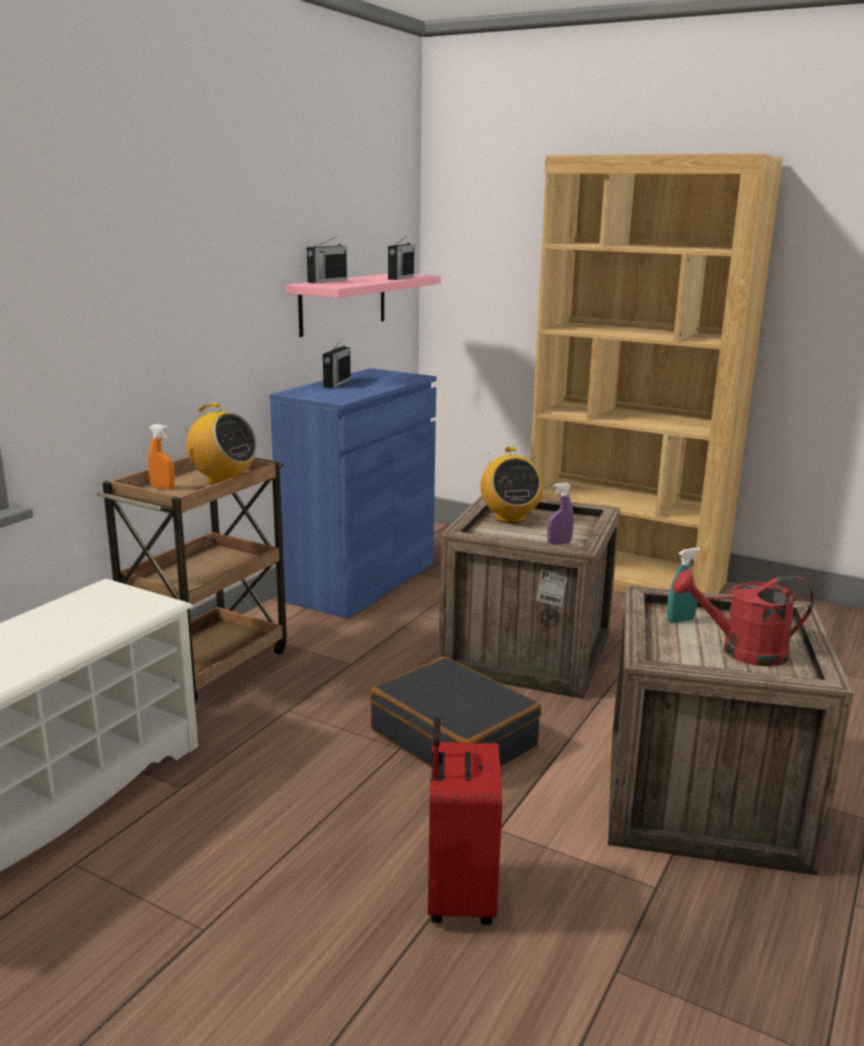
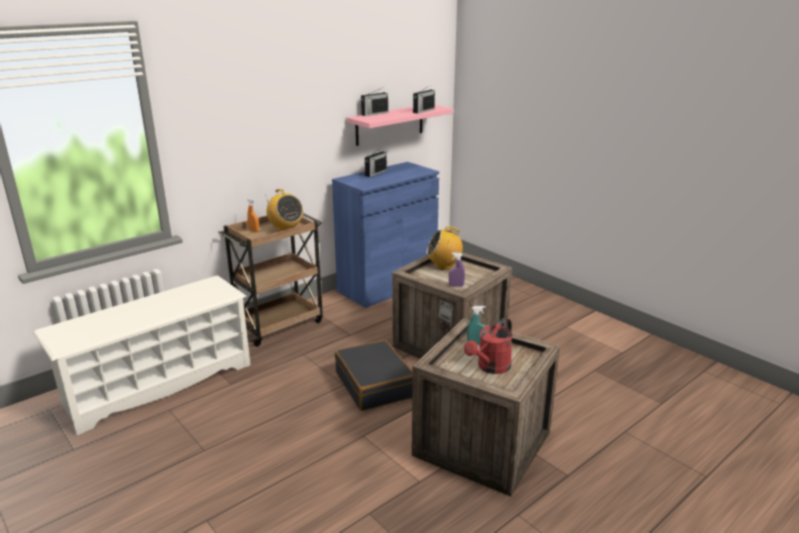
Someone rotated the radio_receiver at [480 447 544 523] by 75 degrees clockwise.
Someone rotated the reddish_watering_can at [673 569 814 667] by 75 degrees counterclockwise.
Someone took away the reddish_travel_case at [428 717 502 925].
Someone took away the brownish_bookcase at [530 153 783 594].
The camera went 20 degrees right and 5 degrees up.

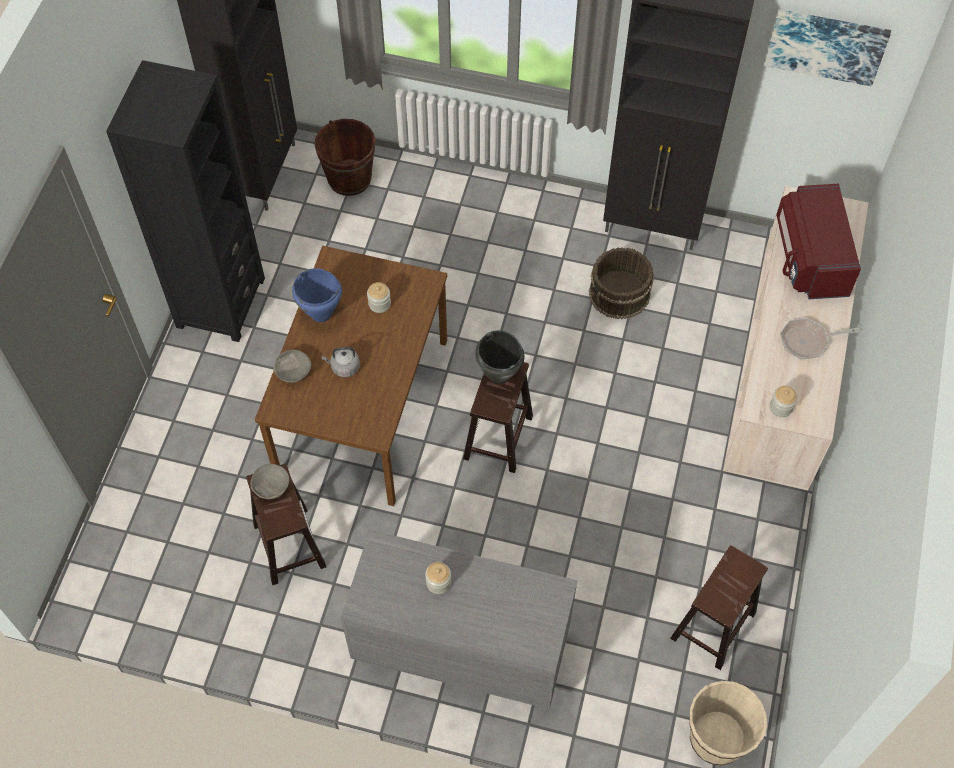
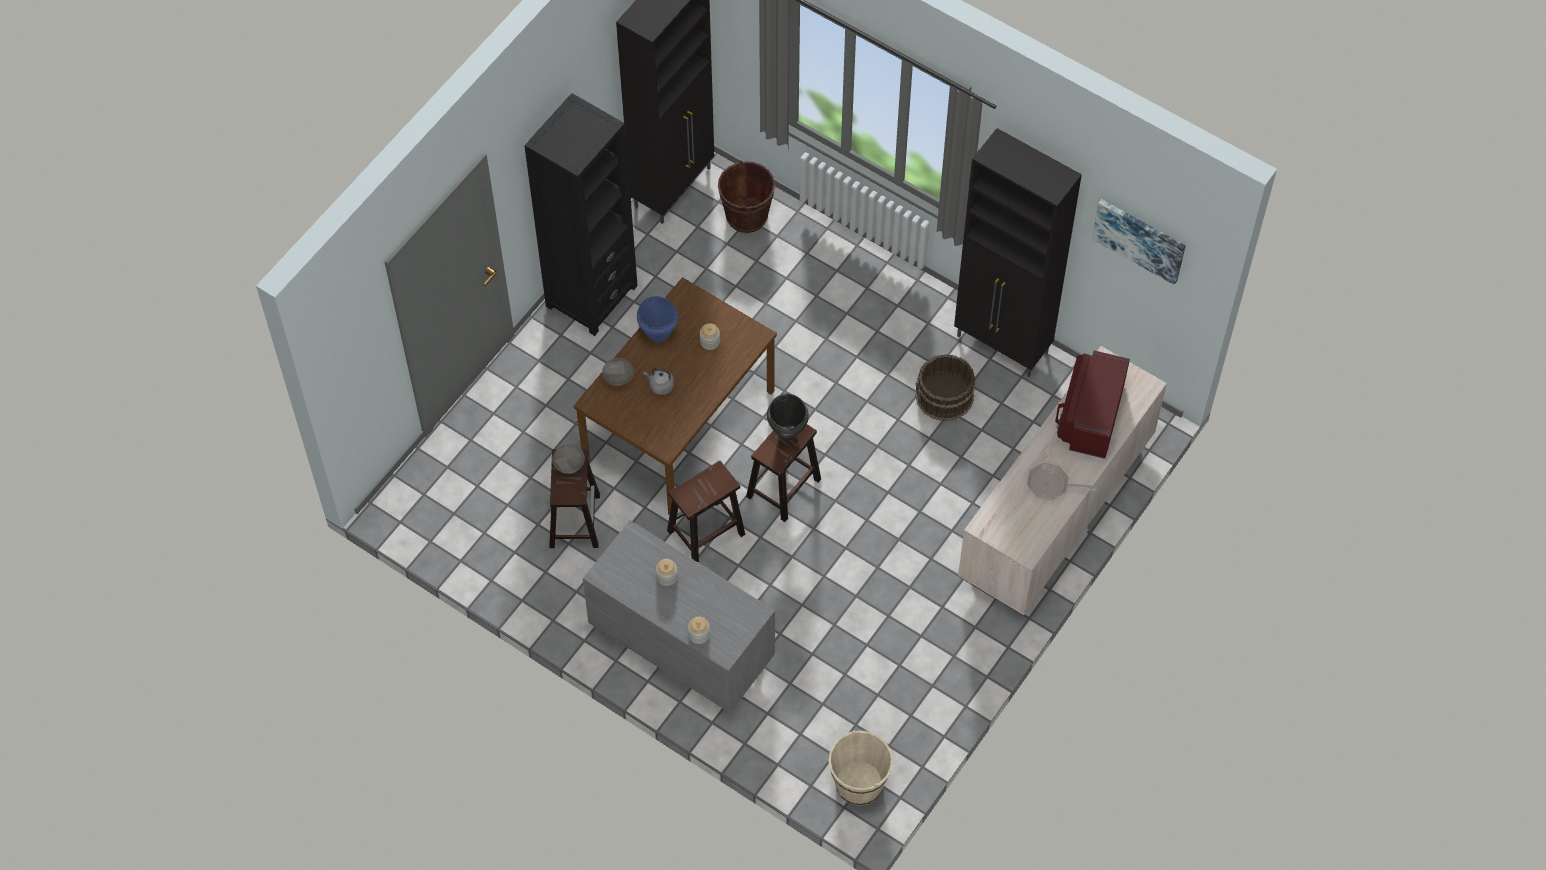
Someone carried the brownish_stool from [670 545 768 670] to [667 461 745 563].
Someone carried the preserve_jar from [770 386 797 417] to [688 617 710 644].
The camera went 20 degrees right and 0 degrees up.

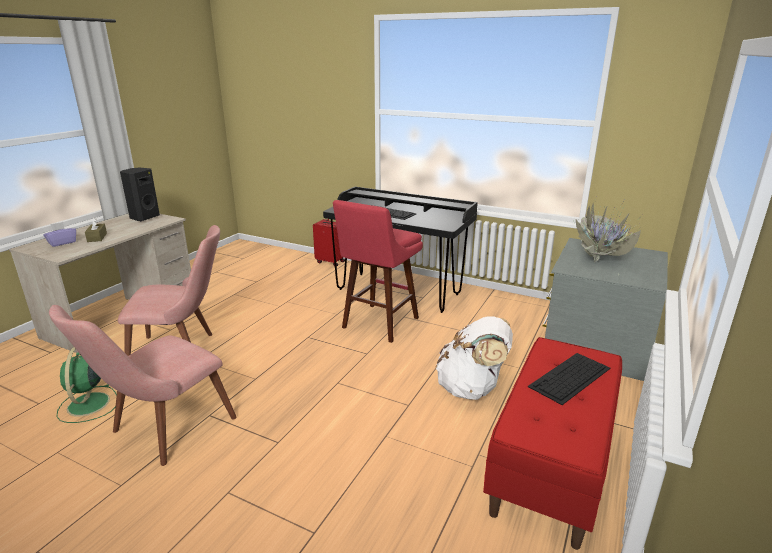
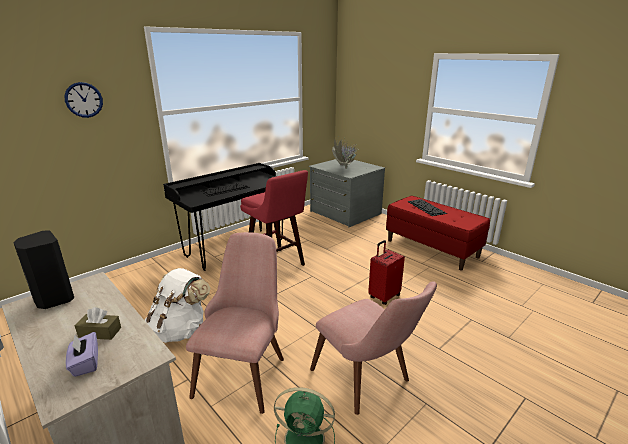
Someone put up the hanging_clock at [64 82 103 118].
Someone carried the white_knapsack from [436 316 513 400] to [145 268 210 343].
Someone carried the reddish_travel_case from [313 219 345 266] to [368 240 405 305].
The camera went 70 degrees left and 0 degrees up.

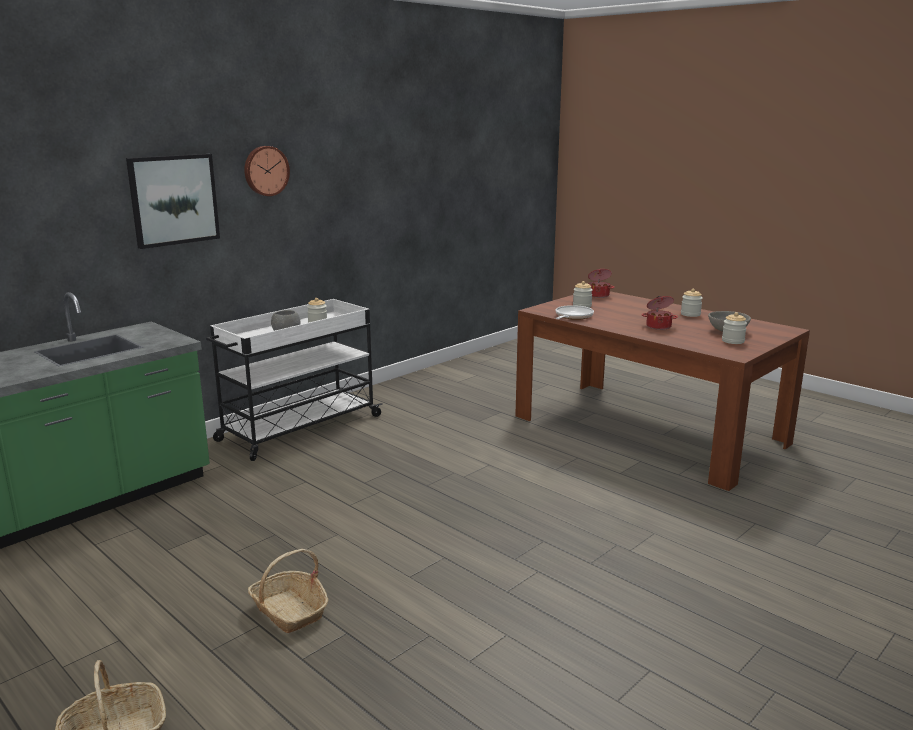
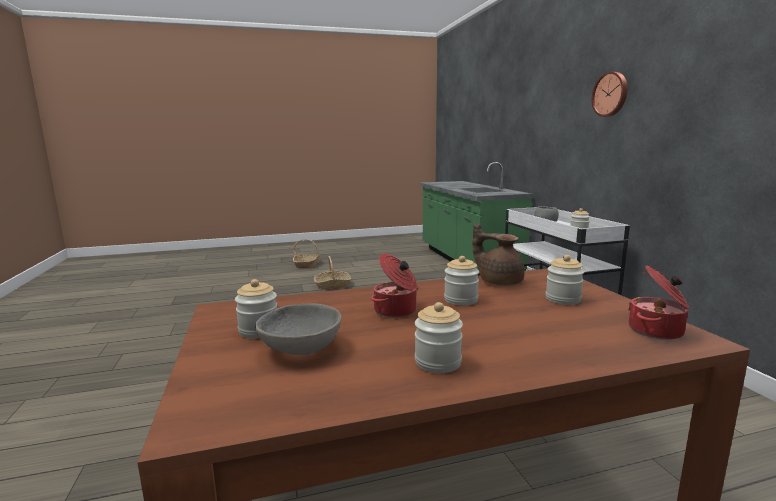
Someone put down the preserve_jar at [444 256 479 306].
Someone swapped the skillet at [555 305 594 320] for the brownish_pot_for_tea at [472 222 525 286].
Someone took away the picture at [126 154 220 249].
The camera went 120 degrees right and 5 degrees down.

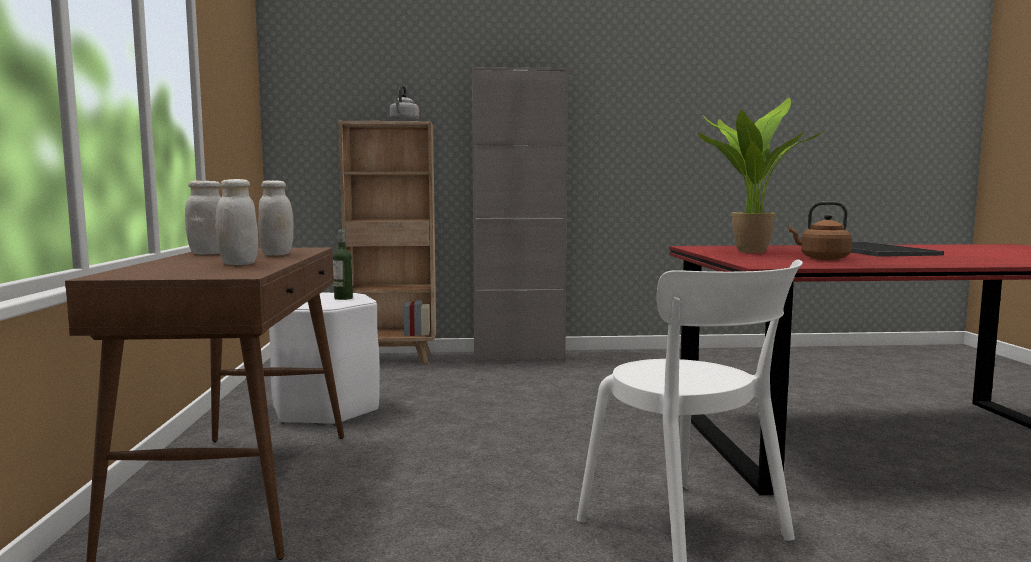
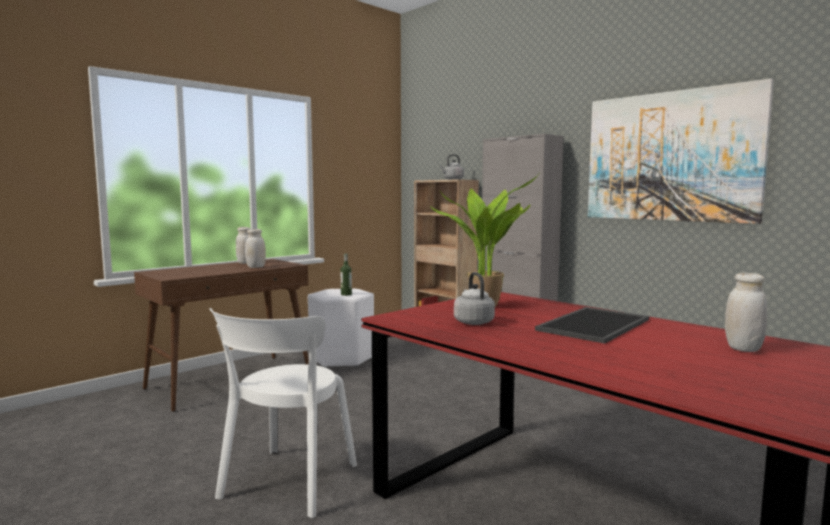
Someone repainted the brownish_tea_kettle at [788 201 852 260], which became the grey_tea_kettle at [454 272 495 325].
Someone put up the picture at [588 78 774 224].
Someone carried the white_preserve_jar from [216 179 258 265] to [725 273 767 352].
The camera went 50 degrees right and 0 degrees up.

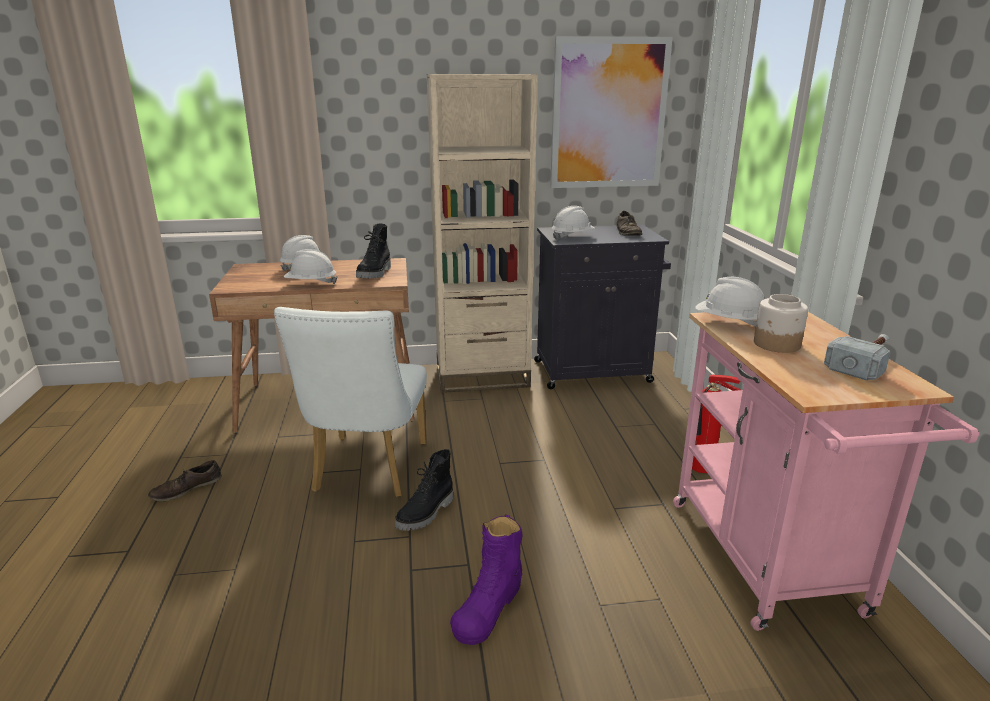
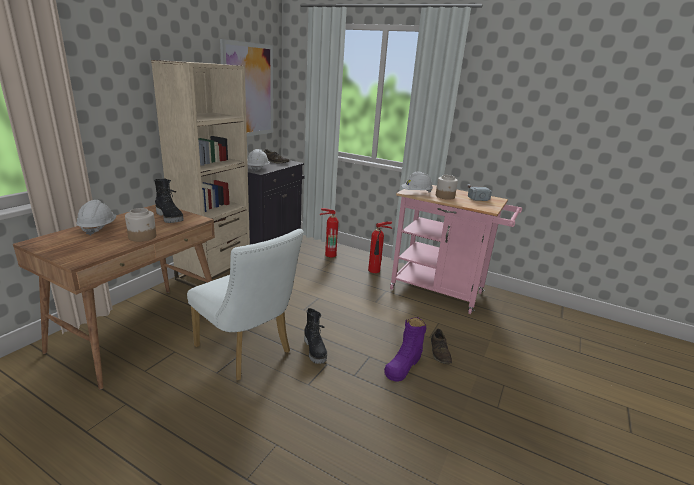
Someone swapped the white_work_helmet at [284 249 337 284] for the preserve_jar at [125 208 156 242].
Someone put down the extinguisher at [320 208 338 257].
Someone rotated the purple_high-top_boot at [450 515 523 645] by 60 degrees clockwise.
Someone carried the brownish_shoe from [148 460 221 501] to [431 329 452 364].
The camera went 55 degrees left and 0 degrees up.

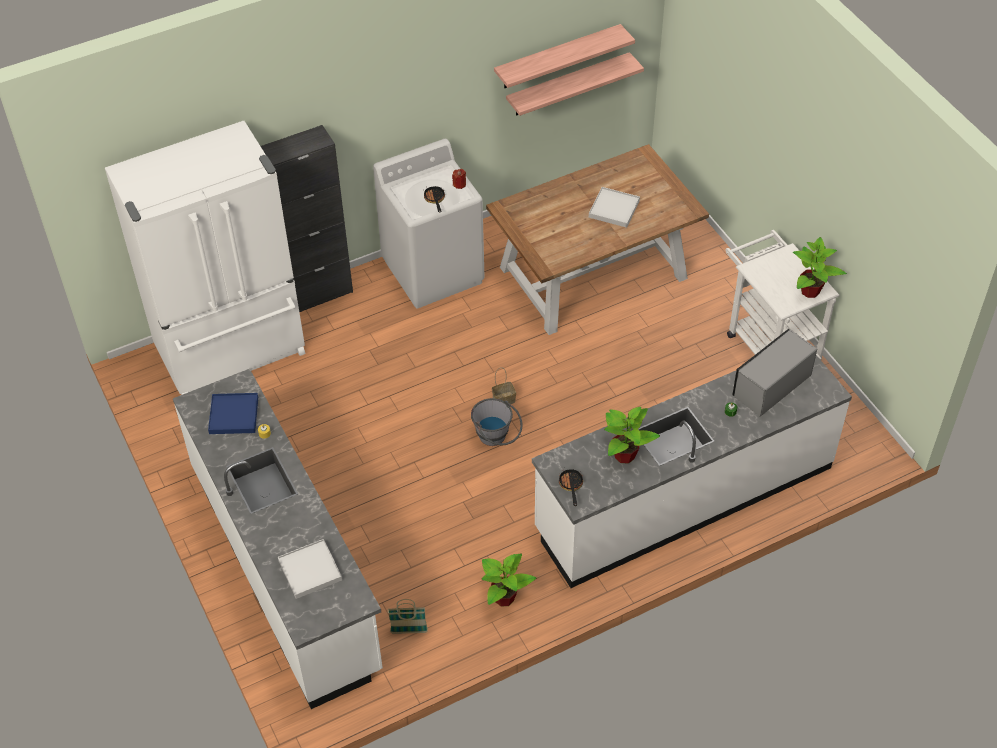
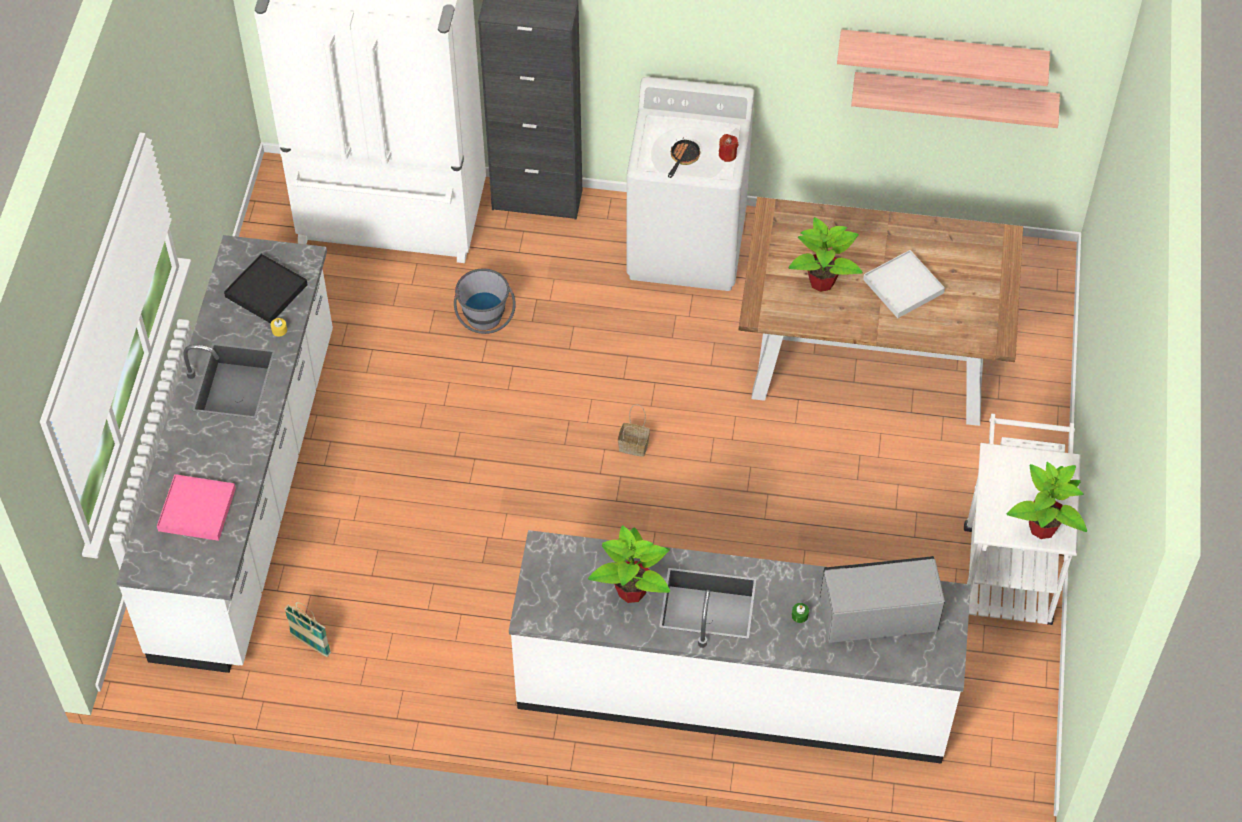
Someone repainted the white_carrying_tray at [278 539 342 599], which became the pink_carrying_tray at [157 474 236 541].
Someone repainted the blue-coloured_carrying_tray at [208 393 258 434], which became the black_carrying_tray at [224 254 308 323].
Someone carried the grey_pail from [471 398 522 446] to [454 269 516 334].
Someone carried the potted_plant from [482 553 536 607] to [789 217 863 292].
Someone took away the skillet at [559 469 583 506].
The camera went 35 degrees right and 5 degrees up.

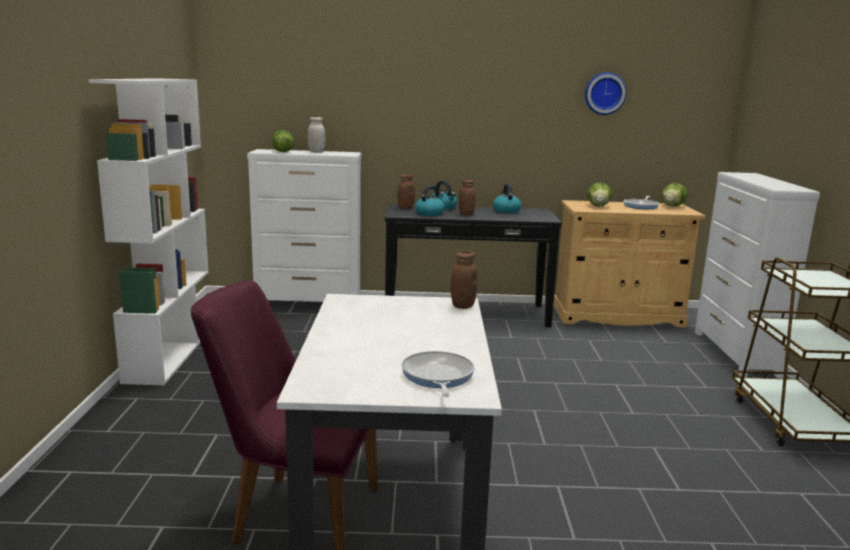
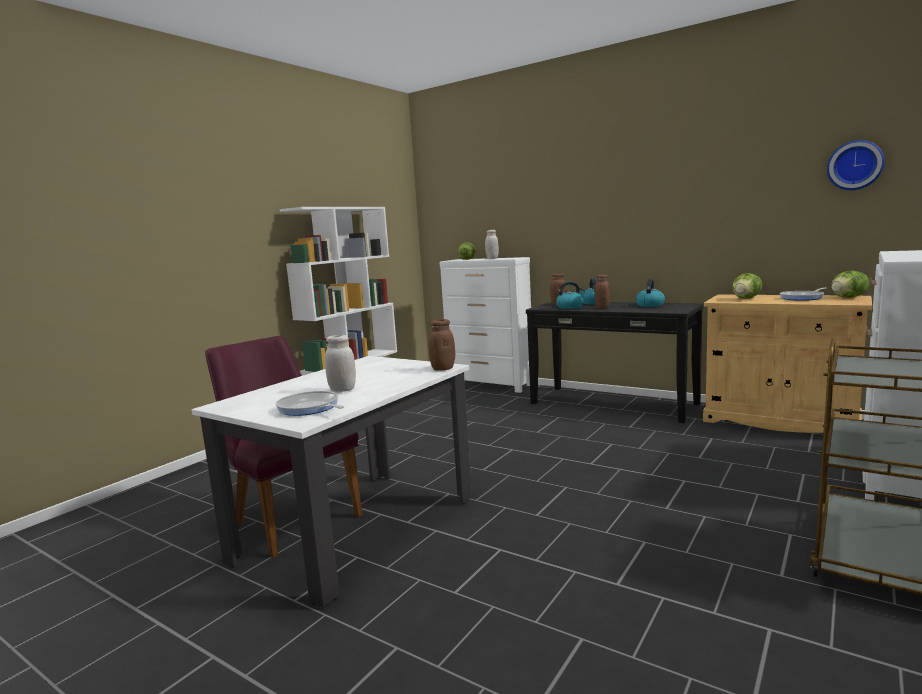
Someone rotated the skillet at [402 351 475 397] by 75 degrees counterclockwise.
Someone put down the white_preserve_jar at [325 335 356 392].
Someone carried the hanging_clock from [585 72 626 115] to [827 140 885 190].
The camera went 35 degrees right and 5 degrees down.

